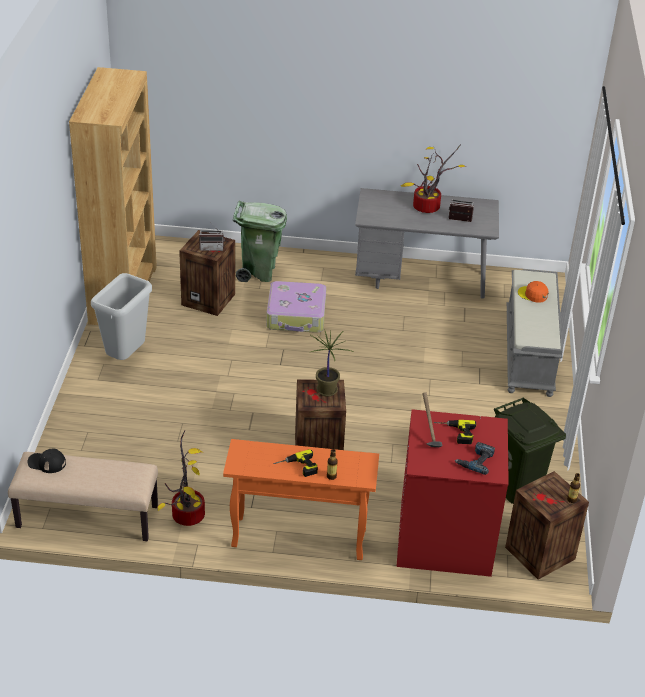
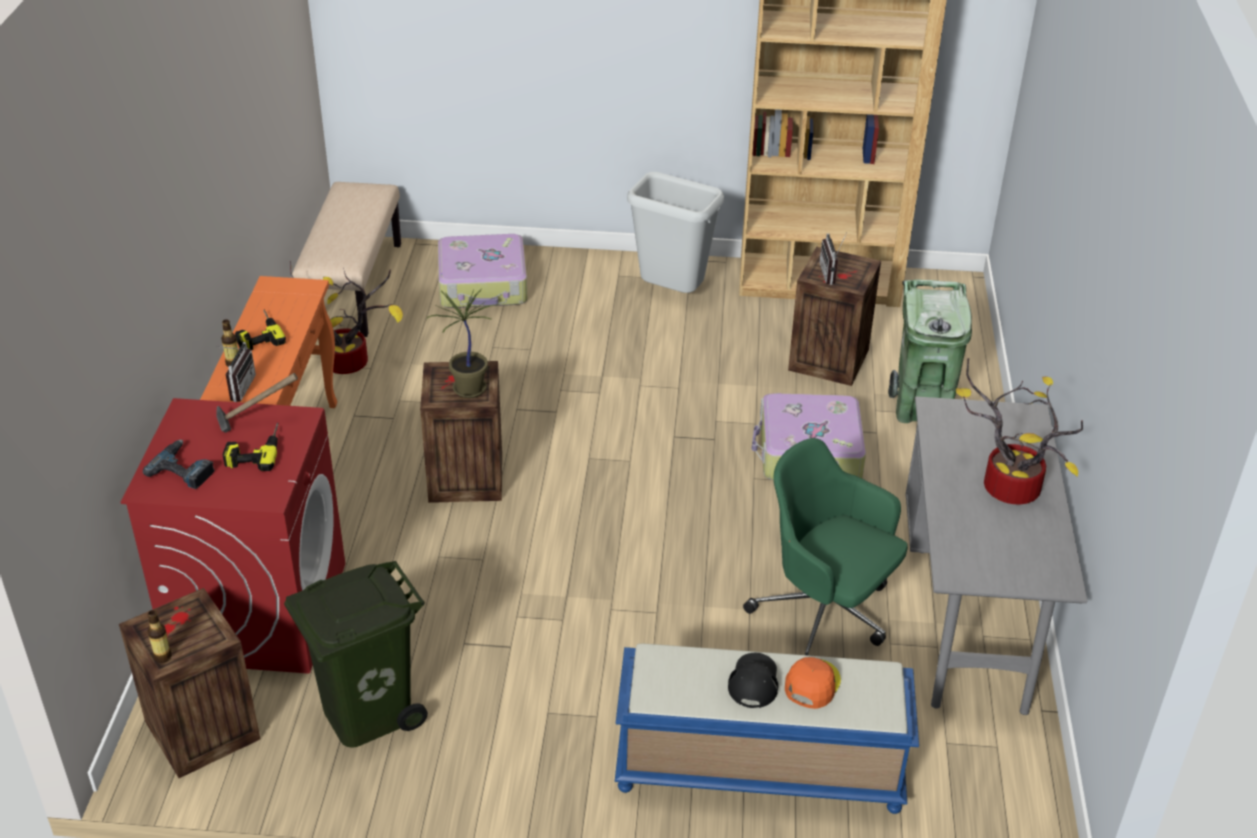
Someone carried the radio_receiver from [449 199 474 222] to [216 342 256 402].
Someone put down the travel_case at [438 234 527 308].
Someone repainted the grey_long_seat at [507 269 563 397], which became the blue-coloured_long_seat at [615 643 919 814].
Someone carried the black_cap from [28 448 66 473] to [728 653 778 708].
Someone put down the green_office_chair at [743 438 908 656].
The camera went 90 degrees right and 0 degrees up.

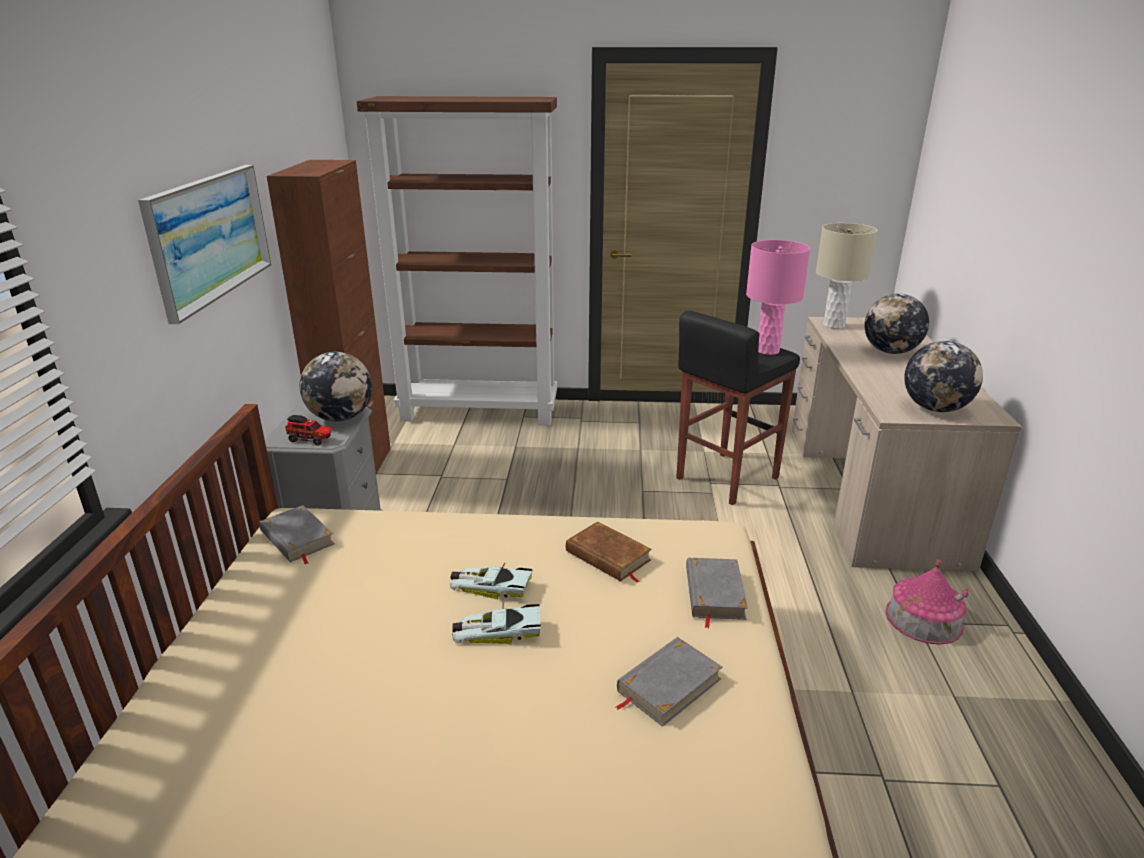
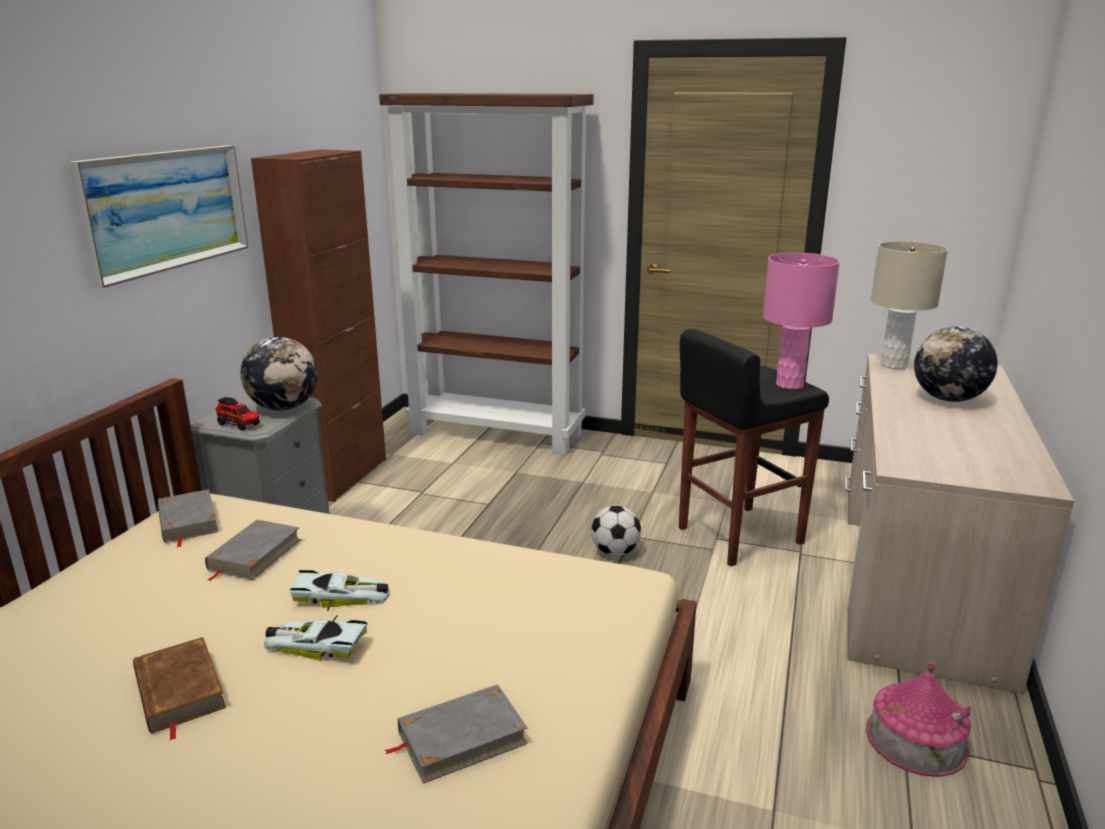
Someone carried the brownish_volume from [566 522 652 583] to [133 637 226 740].
Someone carried the grey_volume from [686 558 748 628] to [205 520 301 581].
Someone rotated the model_car at [450 563 533 600] by 150 degrees clockwise.
Someone put down the football_ball at [591 505 641 556].
Someone took away the world_globe at [904 341 983 412].
The camera went 15 degrees right and 5 degrees down.

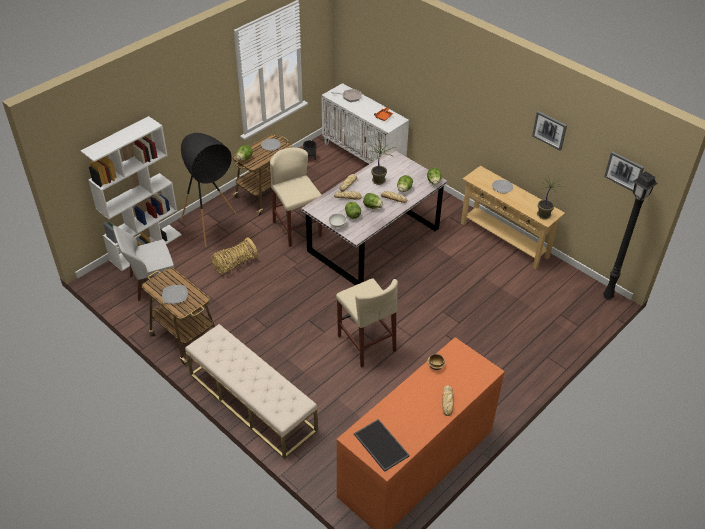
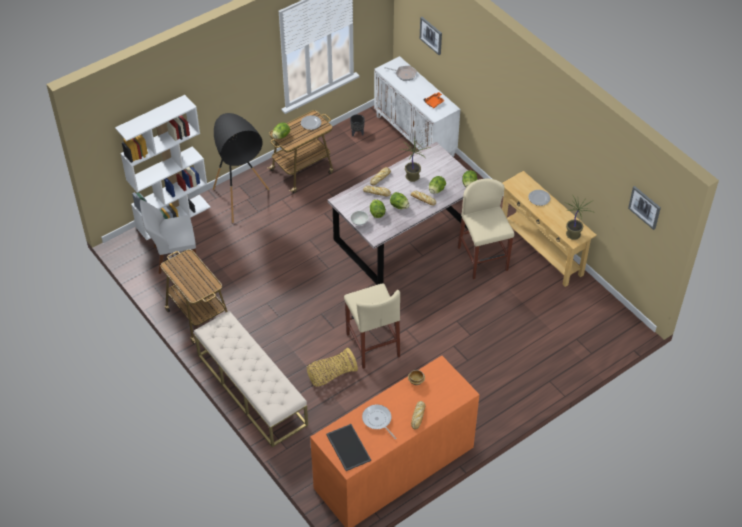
Someone carried the basket from [211 237 258 274] to [307 348 358 387].
Someone put down the skillet at [362 405 396 439].
Someone carried the picture from [532 111 567 151] to [420 17 442 55].
Someone carried the beige_stool from [270 147 322 247] to [458 178 515 279].
Someone took away the dinner_plate at [162 285 188 304].
Someone took away the black_standard_lamp at [603 171 658 300].
The camera went 10 degrees right and 5 degrees up.

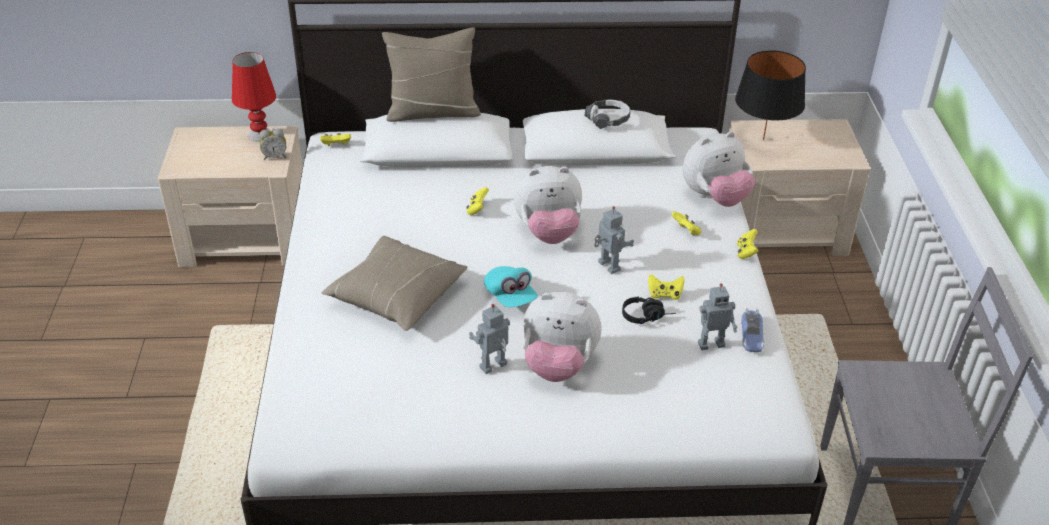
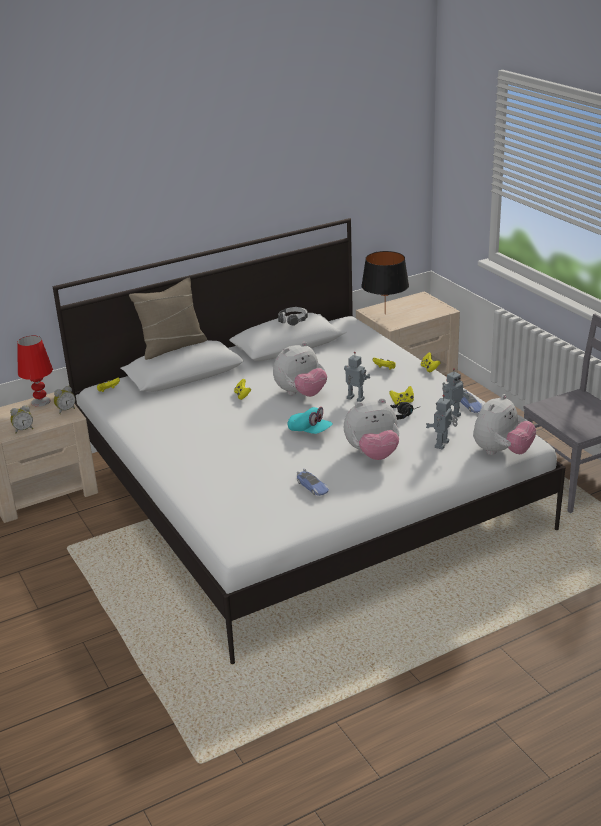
Someone put down the table_clock at [10 405 33 433].
Someone put down the model_car at [297 468 329 496].
Someone carried the toy_robot from [469 304 510 374] to [426 395 458 450].
Someone carried the soft_toy from [682 131 755 207] to [473 394 536 455].
Someone took away the beige_pillow at [322 236 467 331].
The camera went 25 degrees left and 10 degrees down.

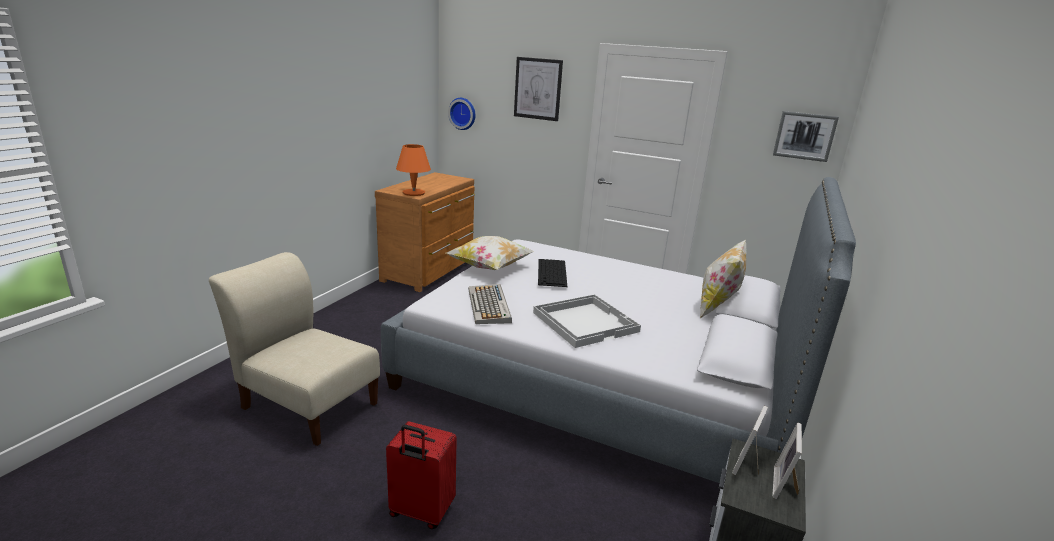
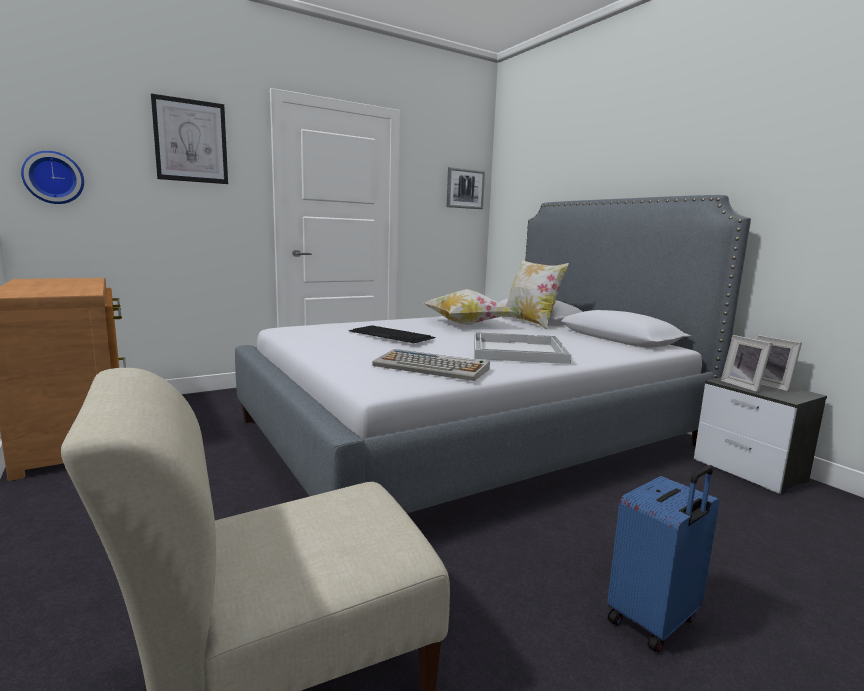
Someone carried the pillow from [446 236 534 270] to [424 289 514 325].
Someone repainted the reddish_travel_case at [386 422 457 529], which became the blue-coloured_travel_case at [607 465 720 653].
Someone took away the orange-coloured_lamp_for_a_table at [396 144 431 196].
The camera went 55 degrees left and 10 degrees down.

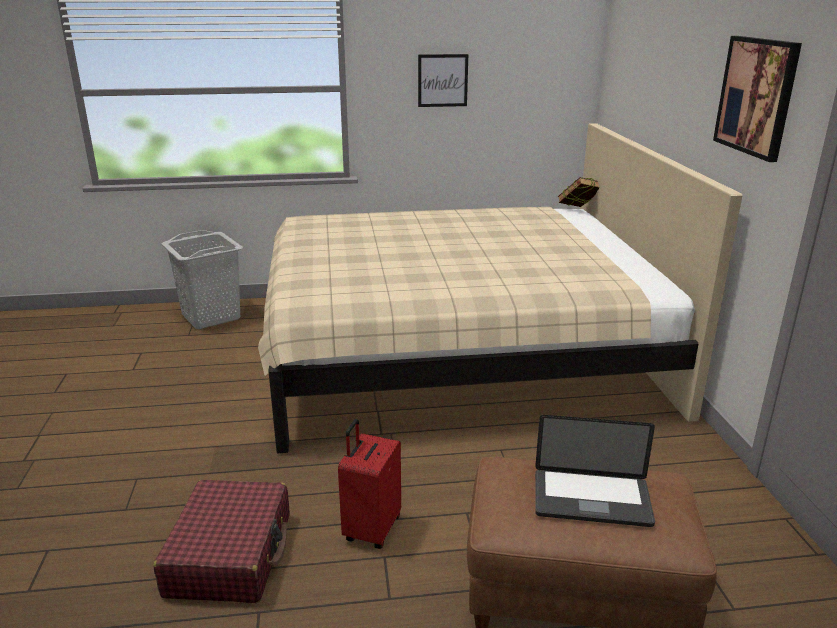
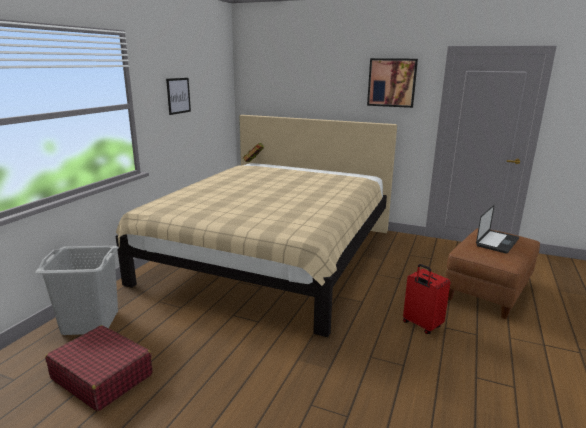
Someone carried the reddish_travel_case from [153 480 289 603] to [45 325 152 411].
The camera went 60 degrees left and 5 degrees down.

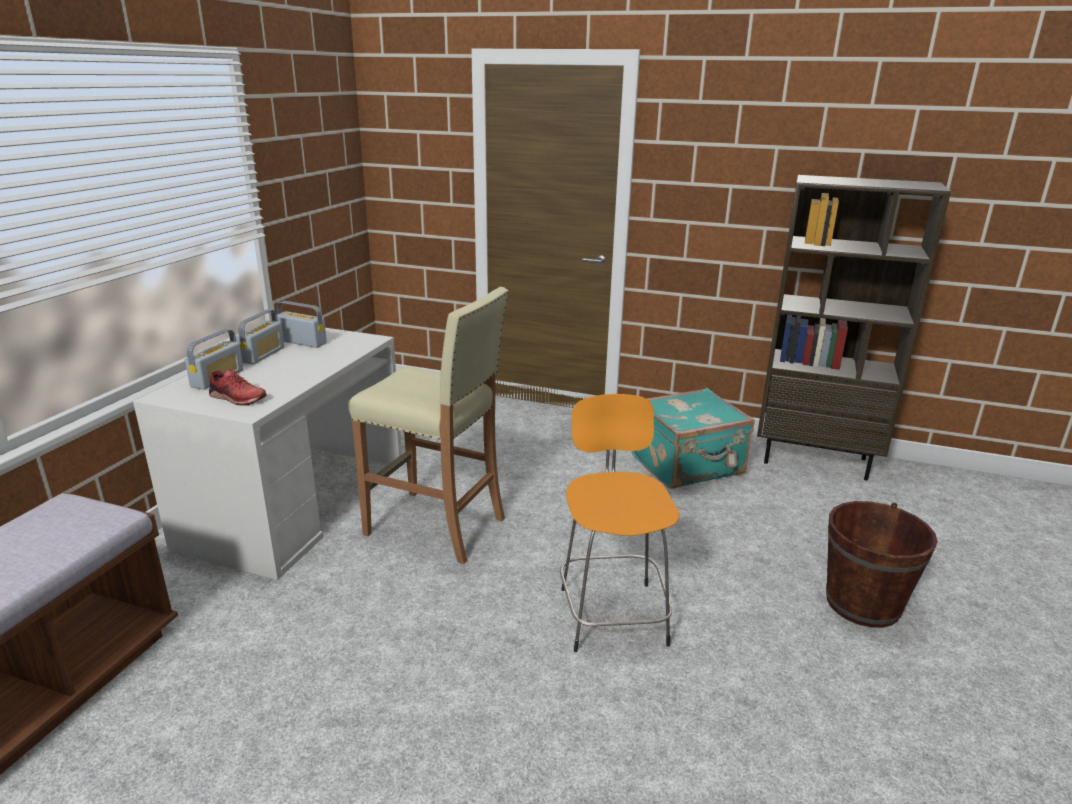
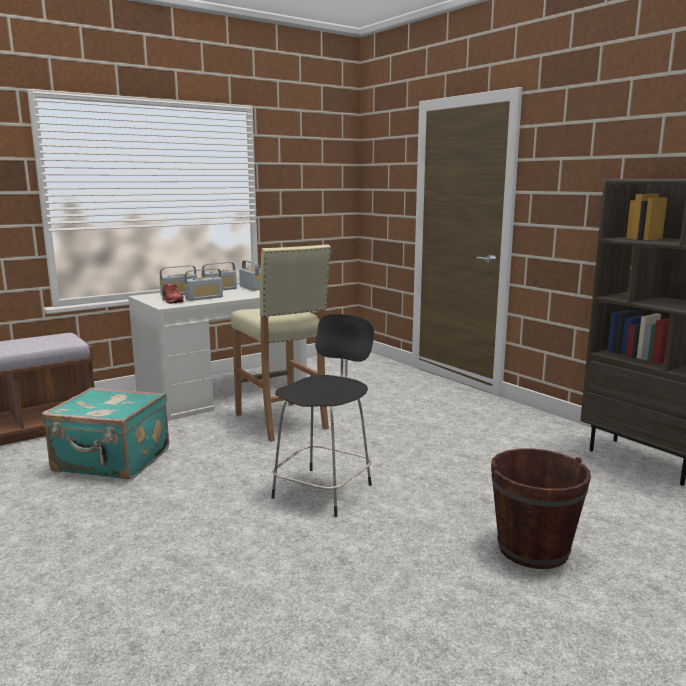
Someone carried the blue-green_travel_case from [632 388 754 489] to [42 387 169 480].
Someone put down the radio_receiver at [184 268 223 301].
Someone repainted the orange-coloured_stool at [560 394 679 652], which became the black_stool at [271 314 374 517].
The camera went 35 degrees right and 10 degrees down.

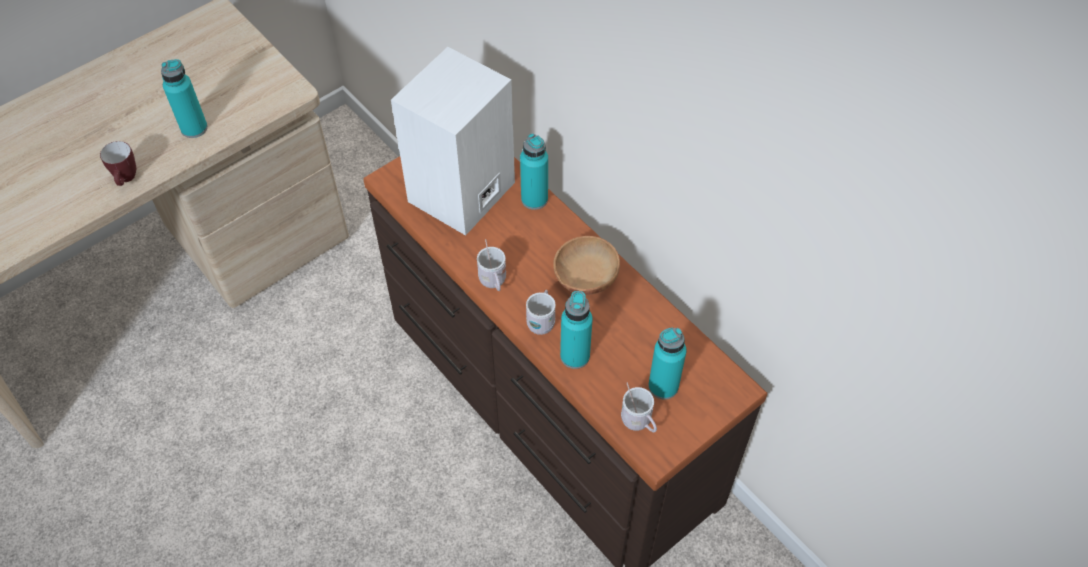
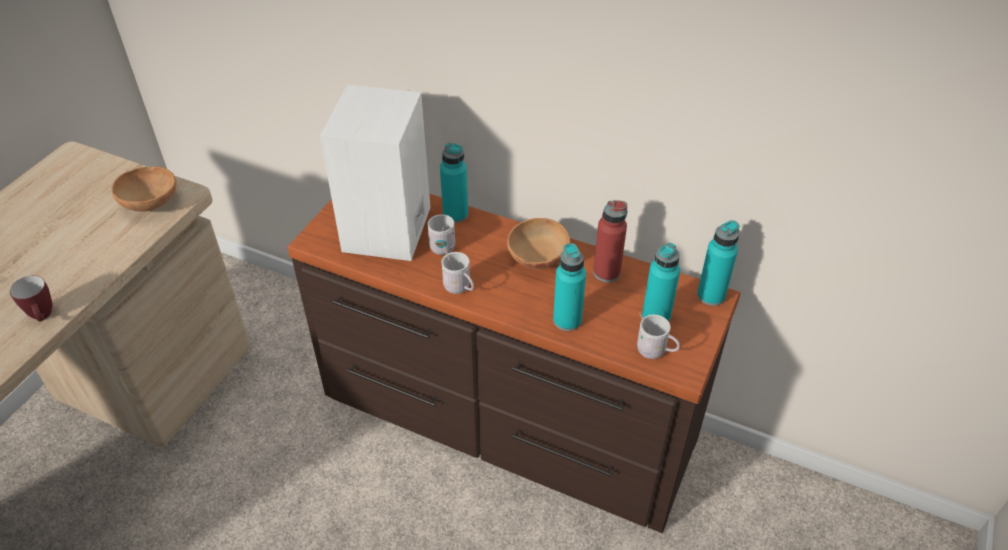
Someone put down the brownish_deep_dish at [111 166 177 212].
Someone carried the white_tea_mug from [526 290 556 335] to [428 214 455 255].
Someone put down the reddish_beverage_bottle at [593 200 628 282].
Someone carried the blue-green_beverage_bottle from [161 59 208 138] to [697 220 740 306].
The camera went 25 degrees left and 10 degrees down.

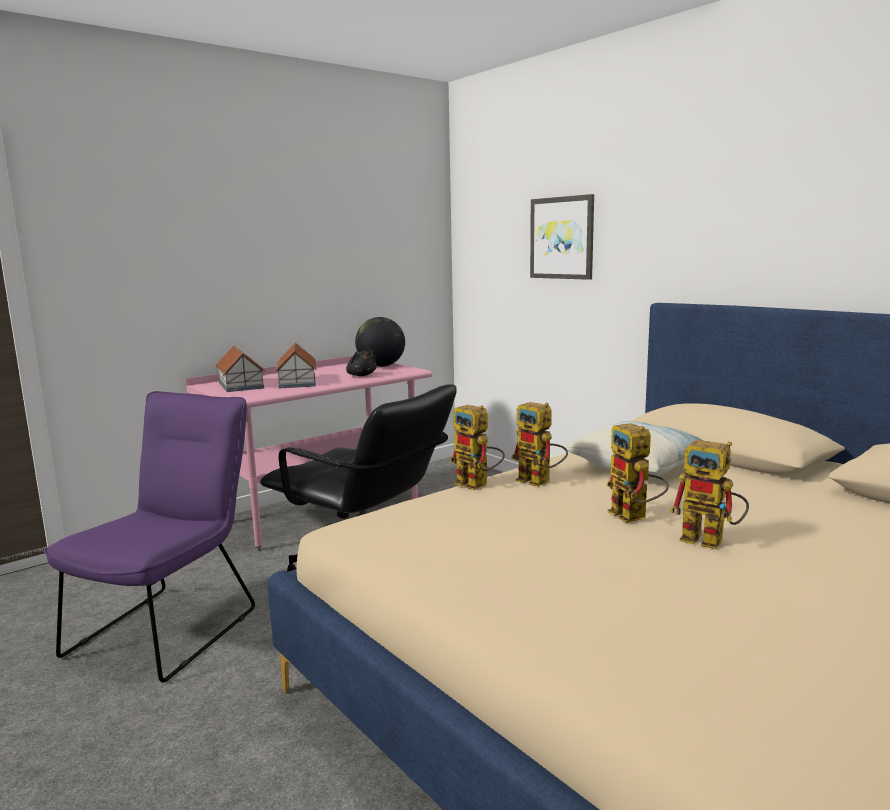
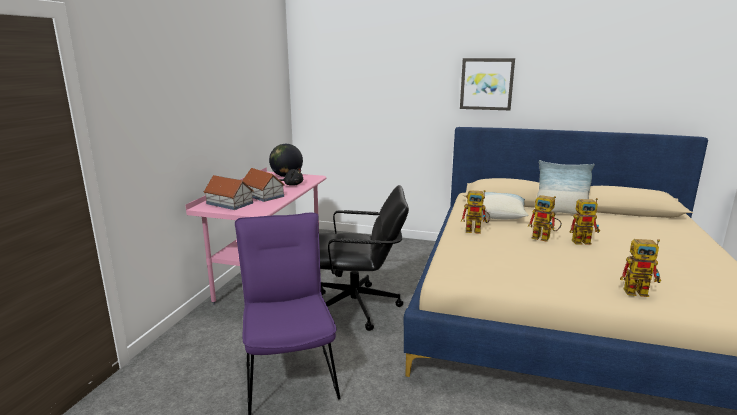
Someone carried the picture from [530 194 594 280] to [460 58 515 110].
Someone put down the pillow at [537 160 595 214].
Someone carried the toy_robot from [450 405 505 490] to [620 239 661 297].
The camera went 35 degrees left and 5 degrees up.

